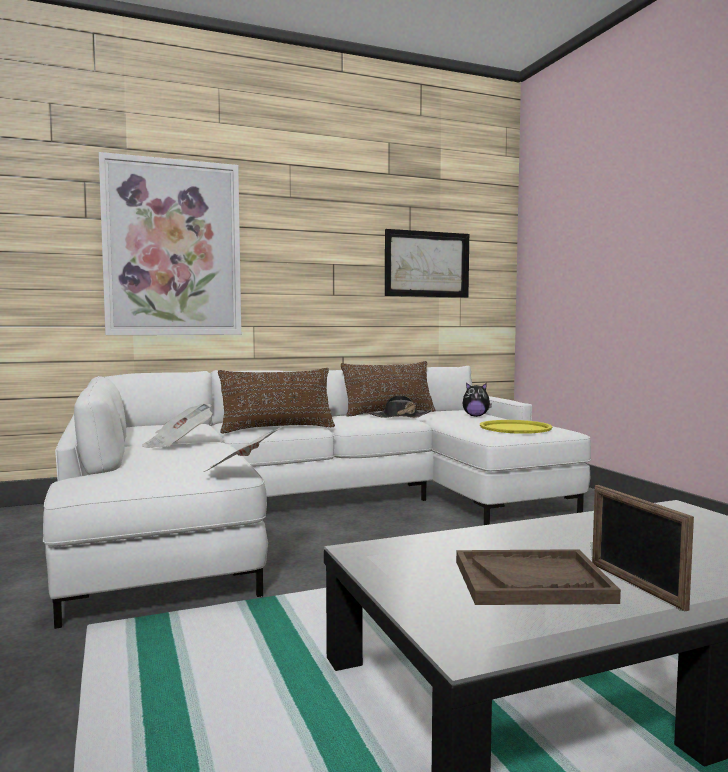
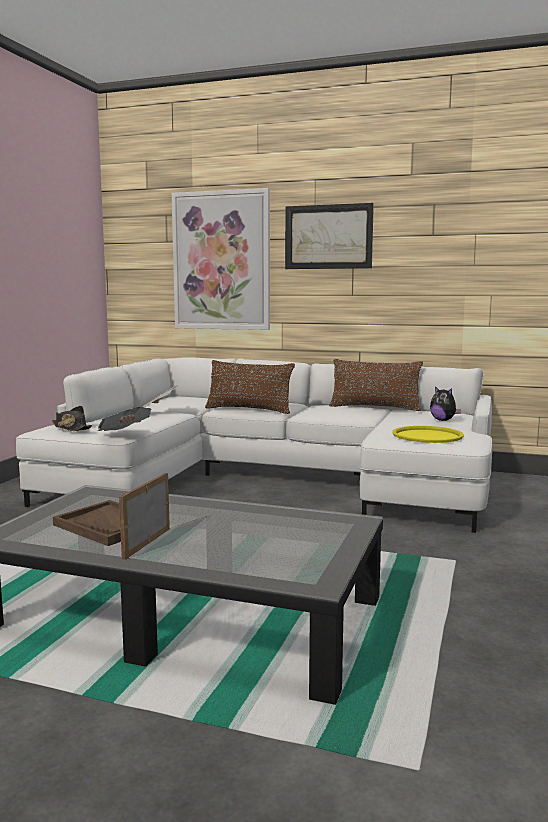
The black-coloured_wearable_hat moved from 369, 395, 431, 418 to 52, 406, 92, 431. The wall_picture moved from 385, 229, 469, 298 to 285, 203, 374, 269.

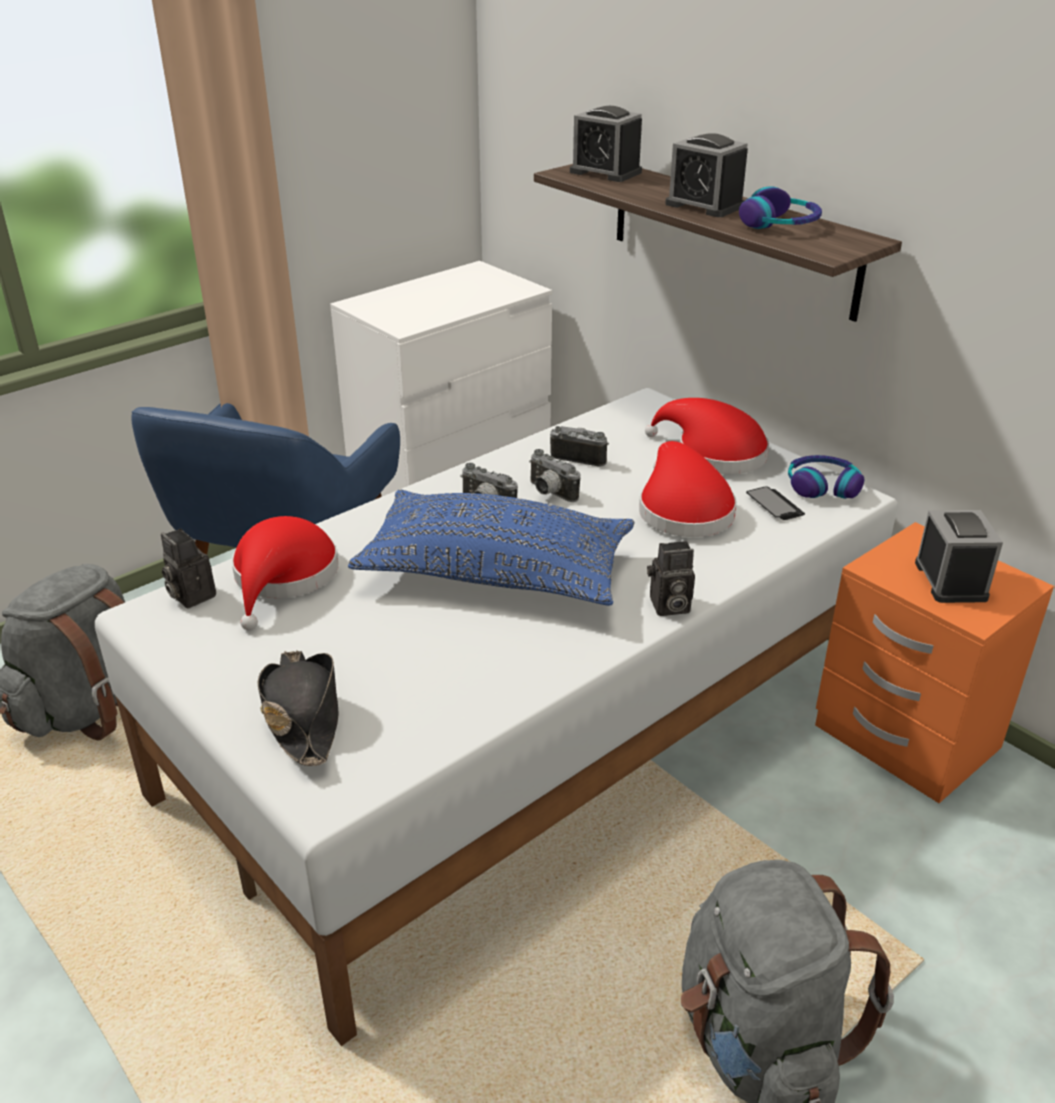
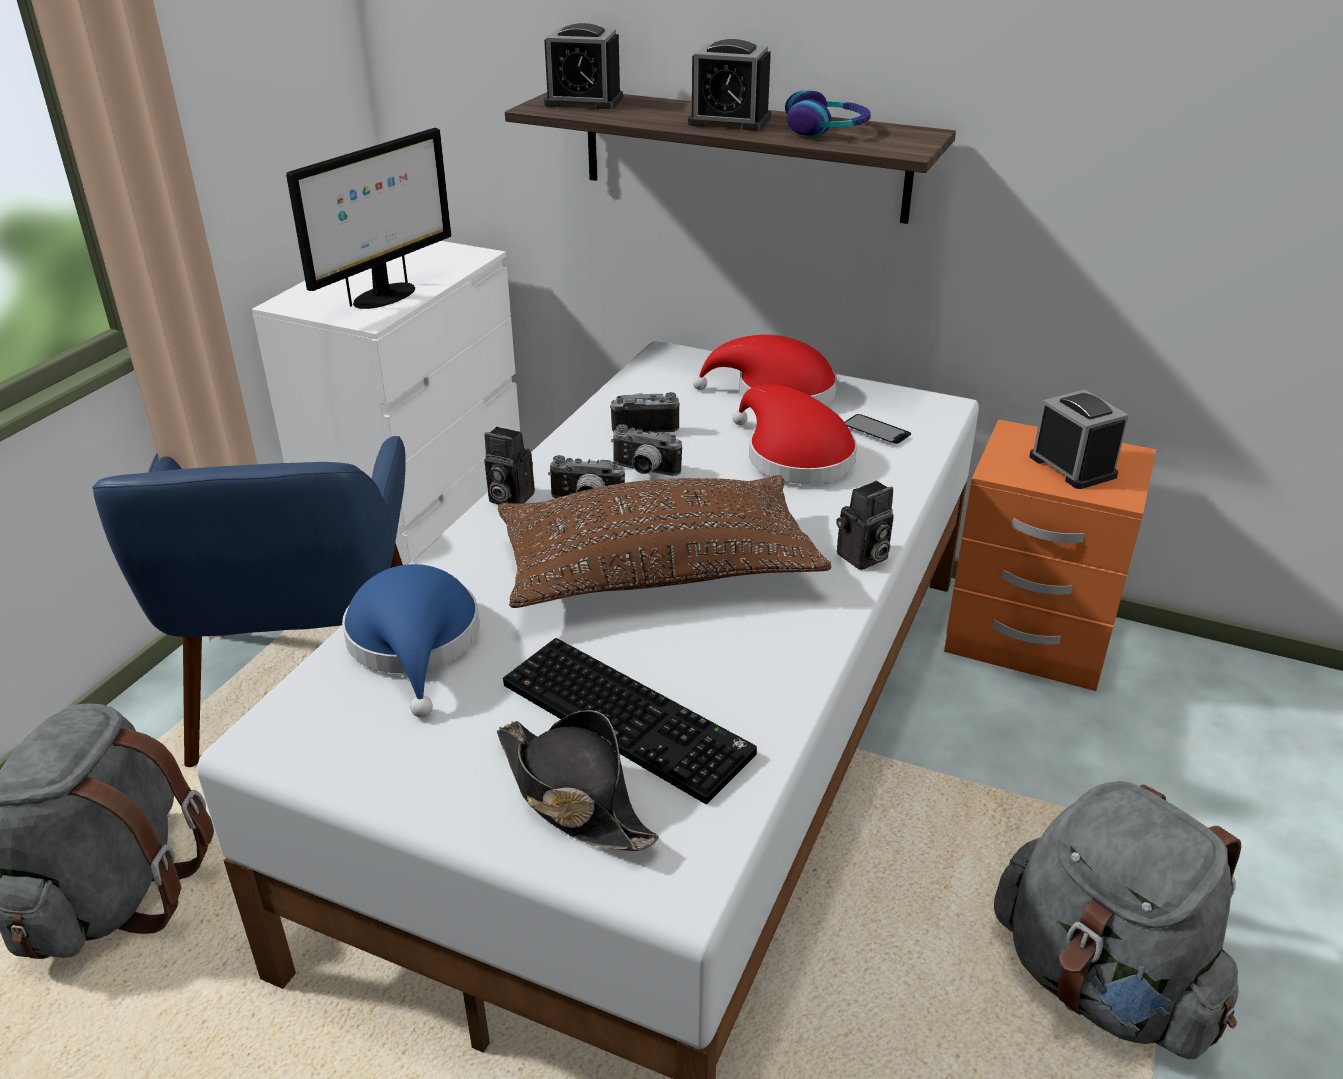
The pair_of_headphones at 788, 455, 864, 499 disappeared. The monitor at 286, 128, 451, 309 appeared. The keyboard at 503, 638, 757, 804 appeared. The still_camera moved from 161, 529, 216, 608 to 484, 427, 535, 505. The reddish_wearable_hat at 231, 516, 339, 630 became the blue_wearable_hat at 342, 564, 479, 718. The blue_throw_pillow at 348, 490, 635, 606 became the brownish_throw_pillow at 498, 475, 831, 608.

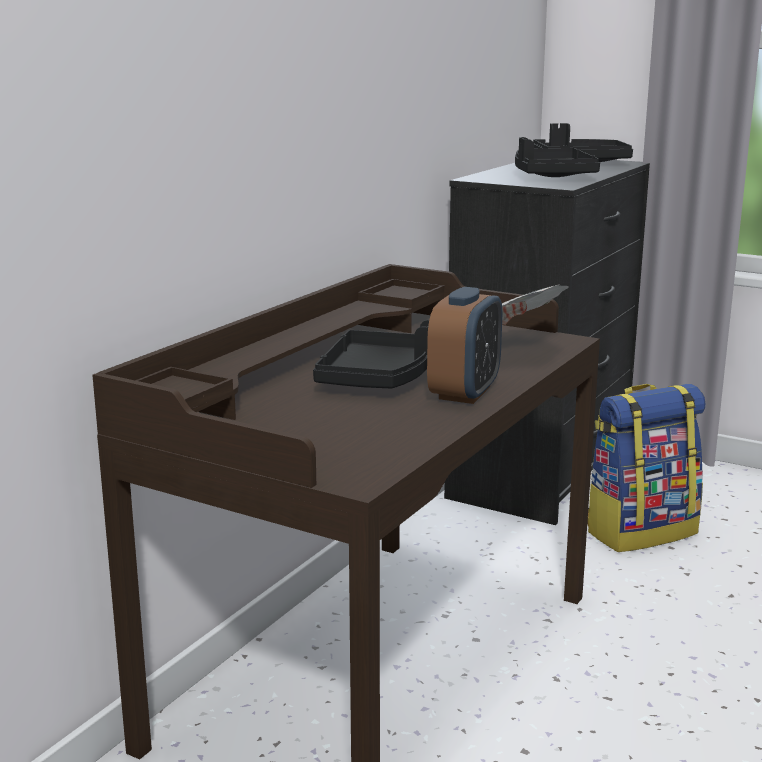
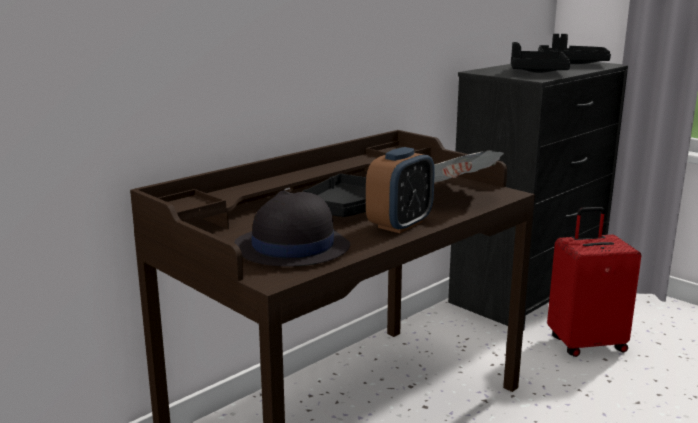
The black-coloured_wearable_hat at 235, 191, 350, 266 appeared. The rucksack at 587, 384, 706, 552 was replaced by the reddish_travel_case at 547, 207, 641, 357.

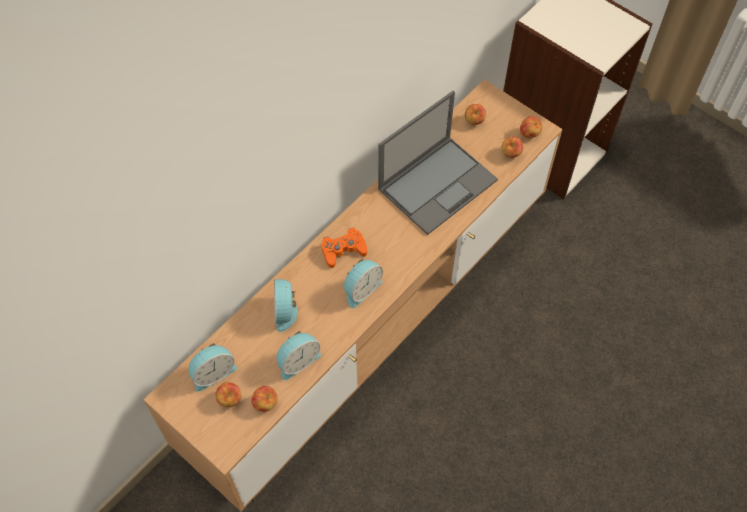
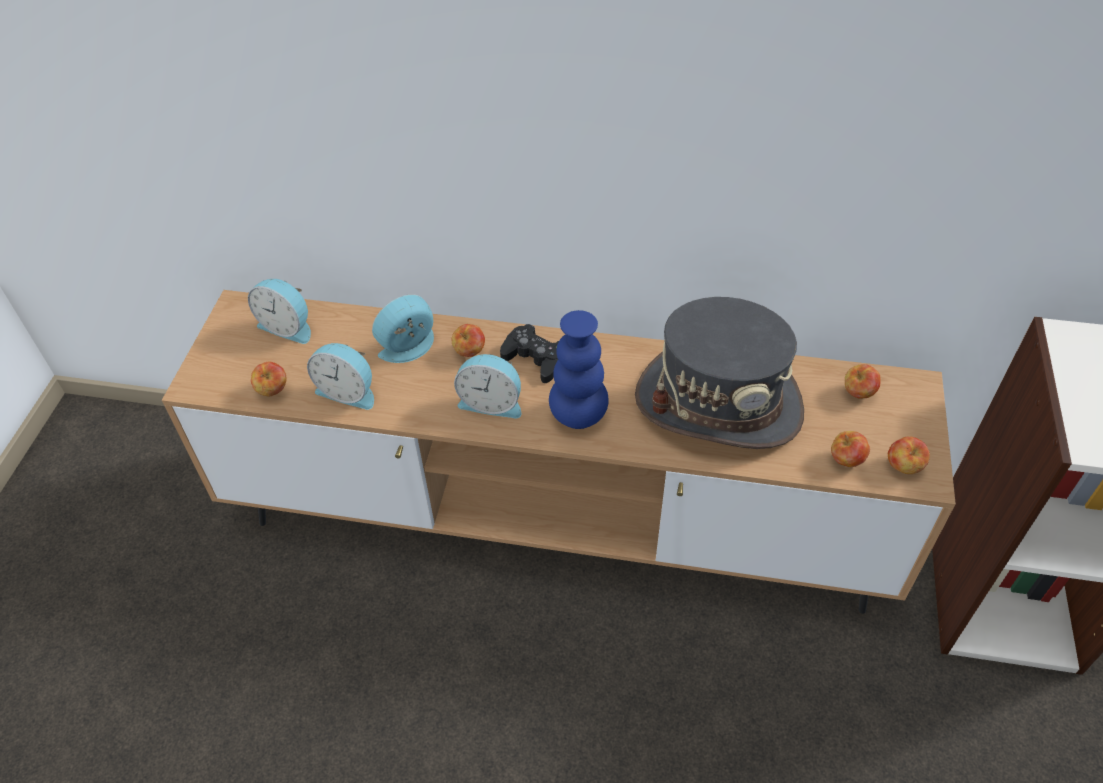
The blue_decorative_vase at 549, 310, 609, 429 appeared. The whole_apple moved from 216, 382, 241, 407 to 452, 324, 485, 357. The notebook_computer at 378, 91, 498, 235 was replaced by the grey_wearable_hat at 635, 297, 804, 449. The orangey_joypad at 322, 228, 367, 268 became the black-coloured_joypad at 500, 324, 559, 383.

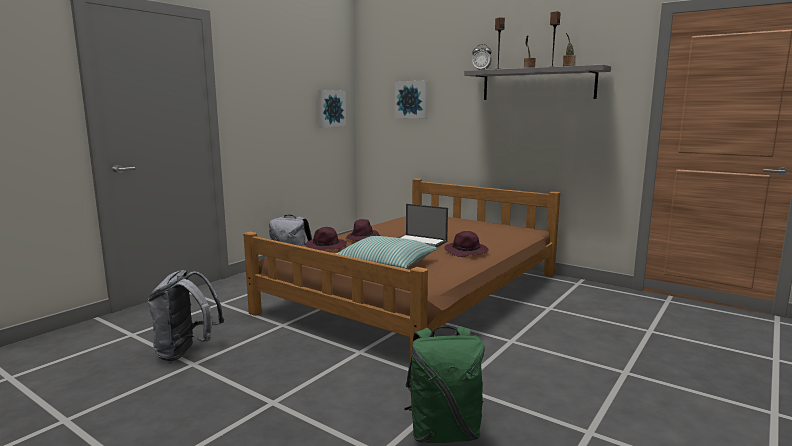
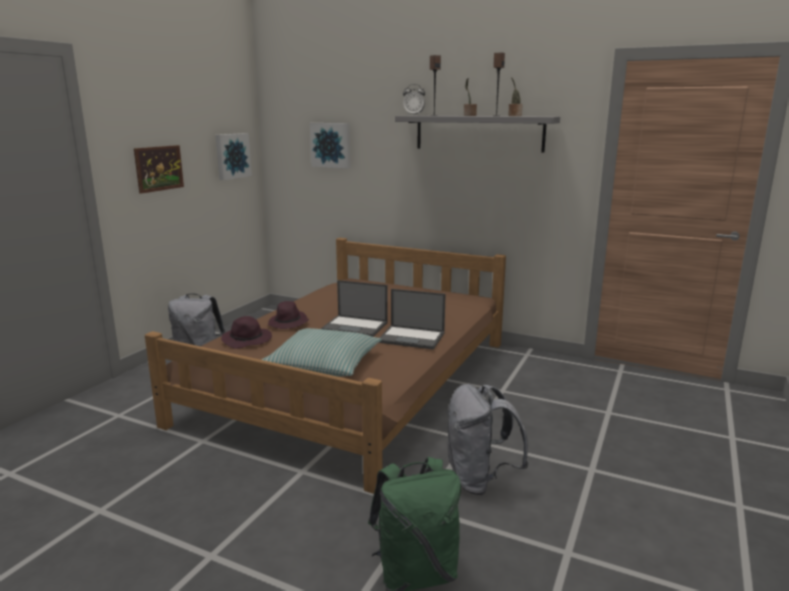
The wall_picture at 134, 145, 184, 194 appeared. The grey_rucksack moved from 148, 270, 224, 361 to 446, 384, 529, 495. The purplish_wearable_hat at 444, 231, 488, 257 was replaced by the notebook_computer at 379, 289, 446, 350.

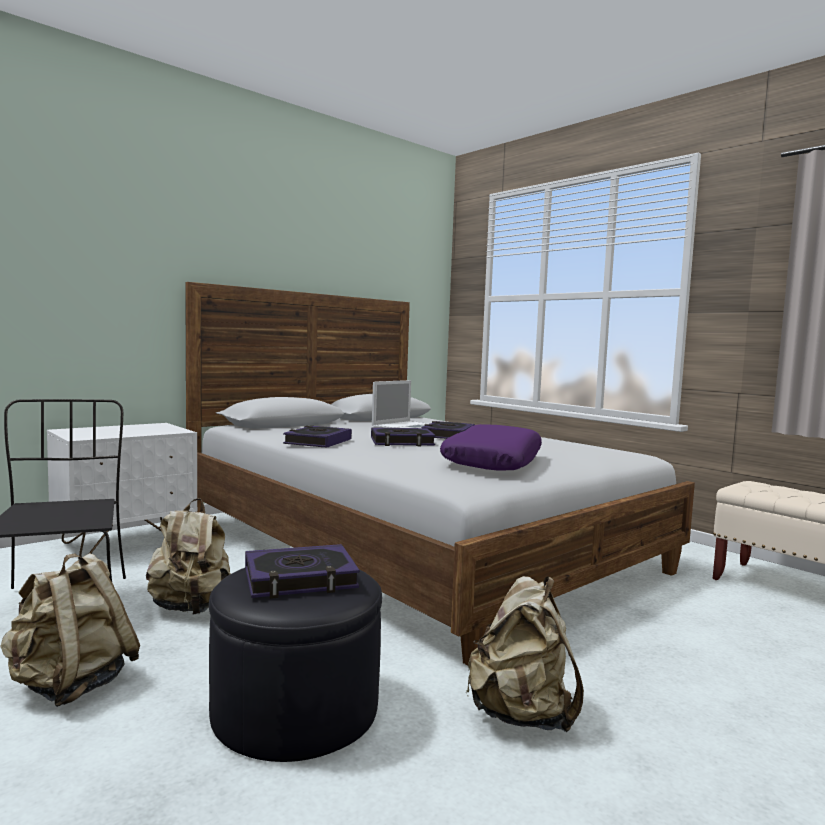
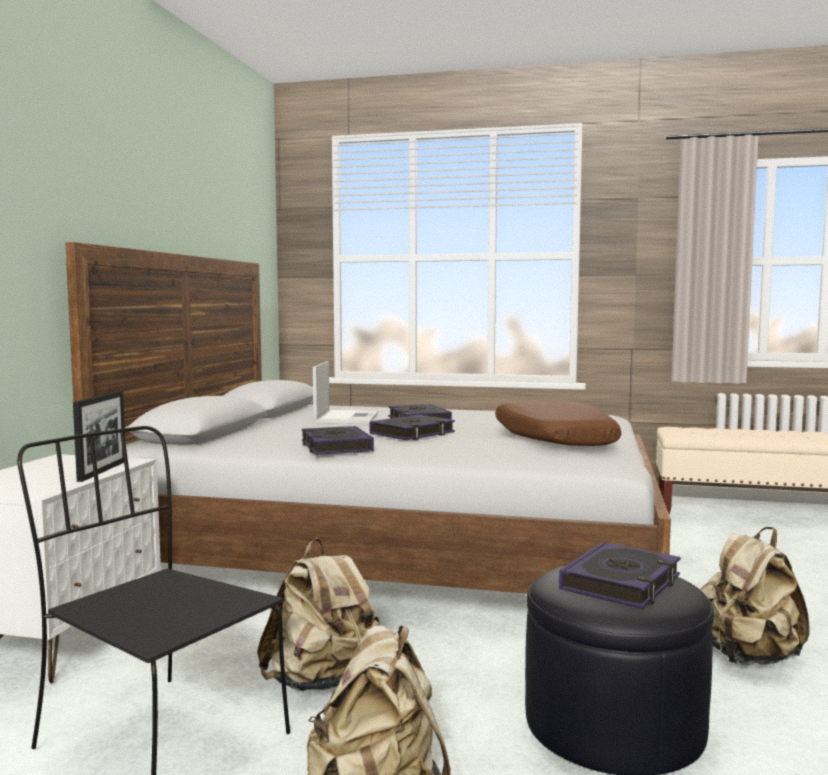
The standing_frame at 73, 391, 125, 482 appeared. The purplish_throw_pillow at 440, 424, 542, 471 became the brownish_throw_pillow at 495, 401, 621, 446.

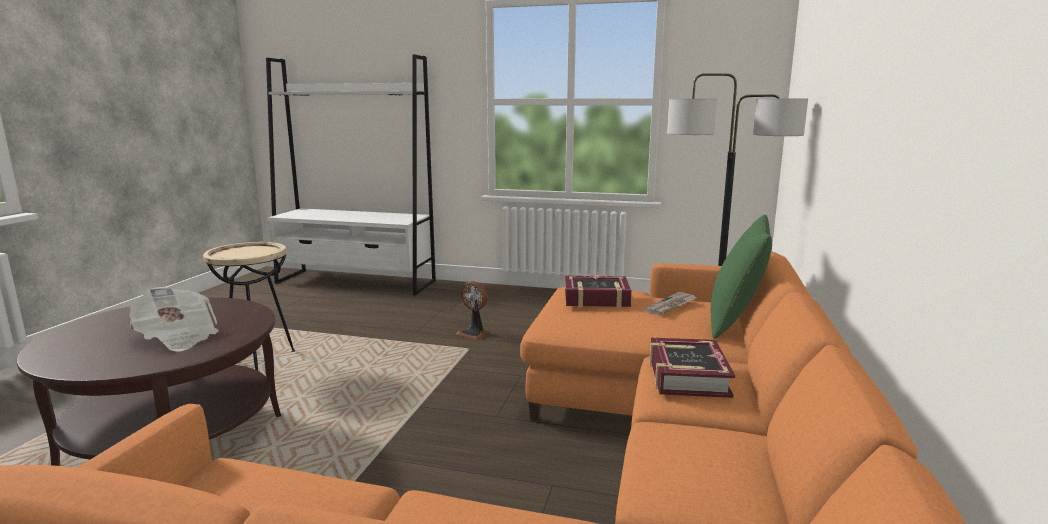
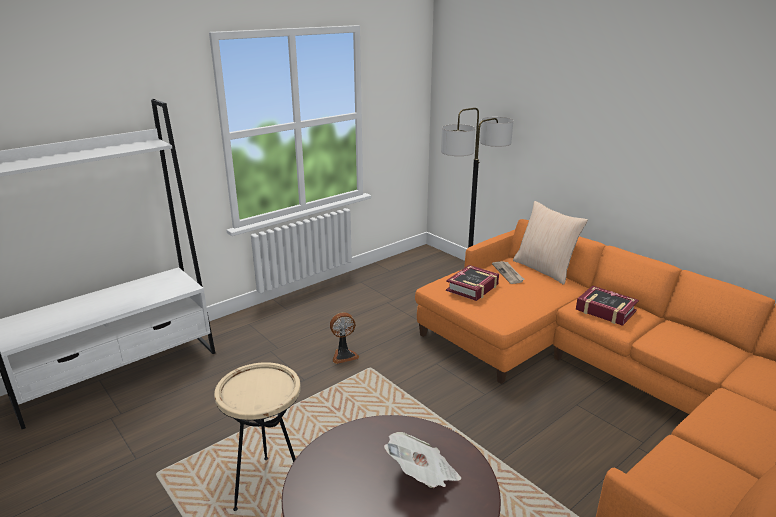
The green_throw_pillow at 711, 215, 772, 339 became the beige-coloured_throw_pillow at 513, 201, 588, 285.

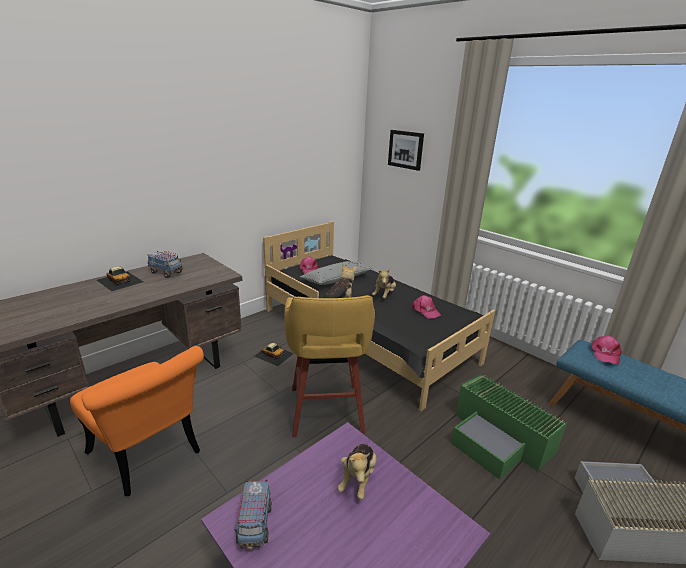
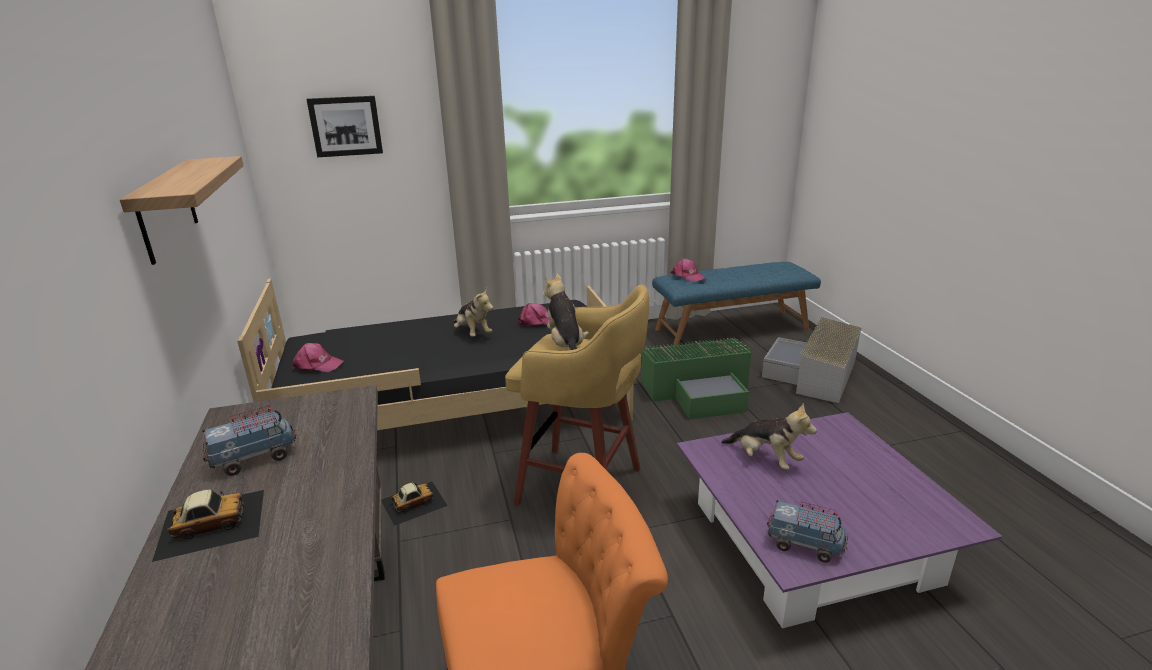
The grey_throw_pillow at 300, 261, 373, 285 disappeared. The shelf at 120, 156, 244, 265 appeared.

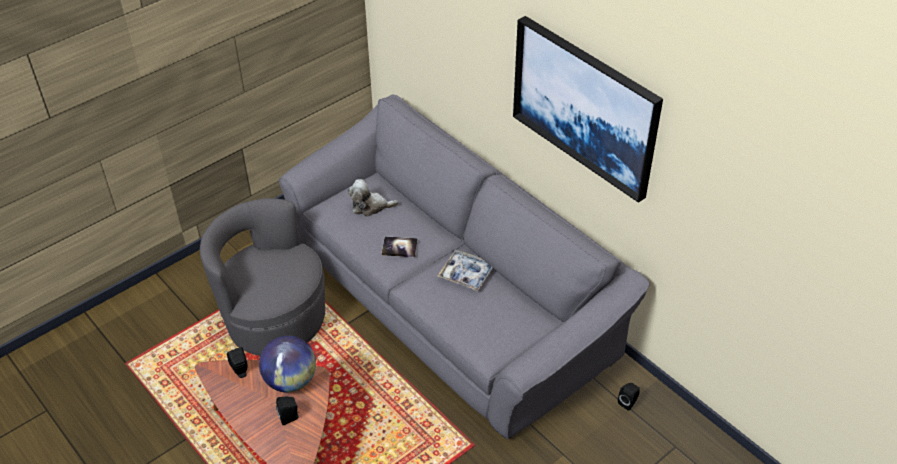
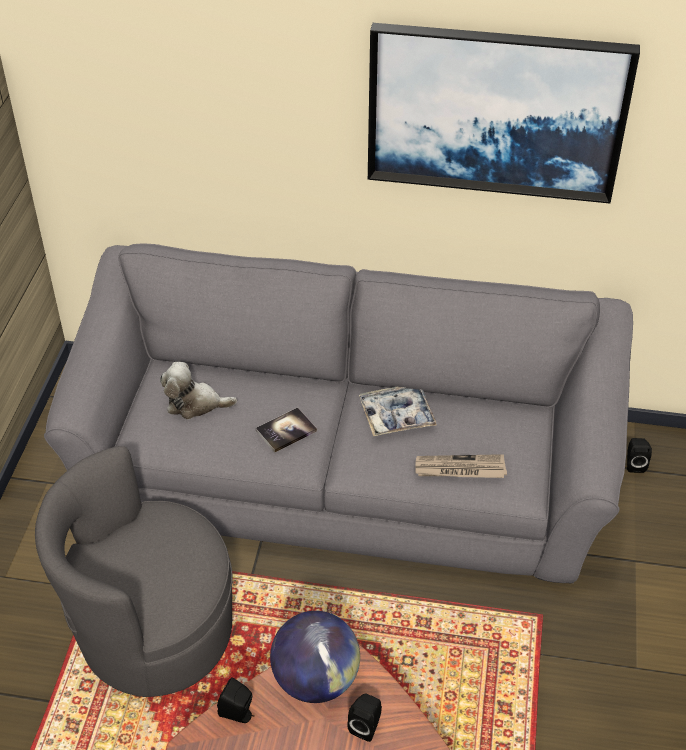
The printed_paper at 415, 454, 507, 478 appeared. The cuddly_toy at 348, 179, 399, 217 turned 45 degrees clockwise.

